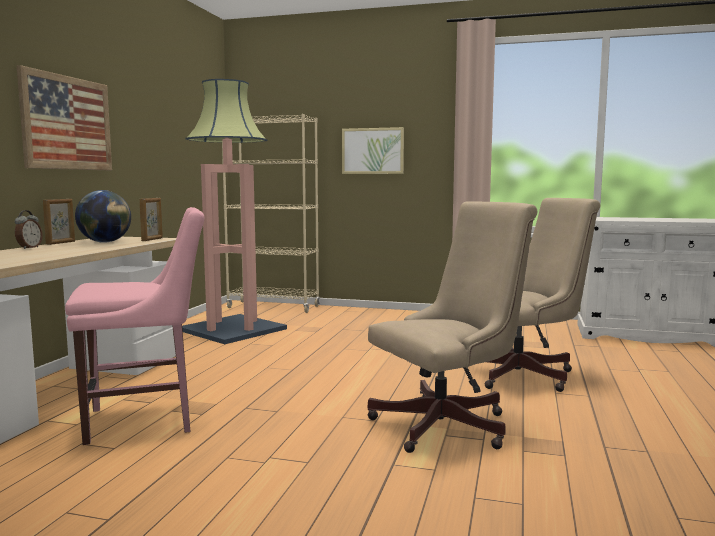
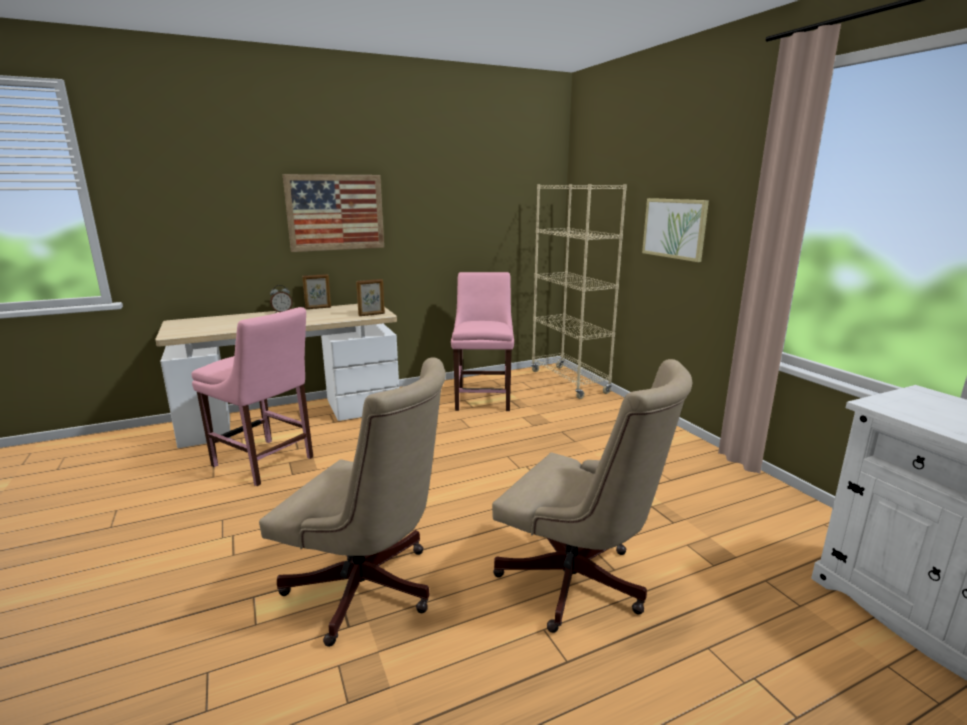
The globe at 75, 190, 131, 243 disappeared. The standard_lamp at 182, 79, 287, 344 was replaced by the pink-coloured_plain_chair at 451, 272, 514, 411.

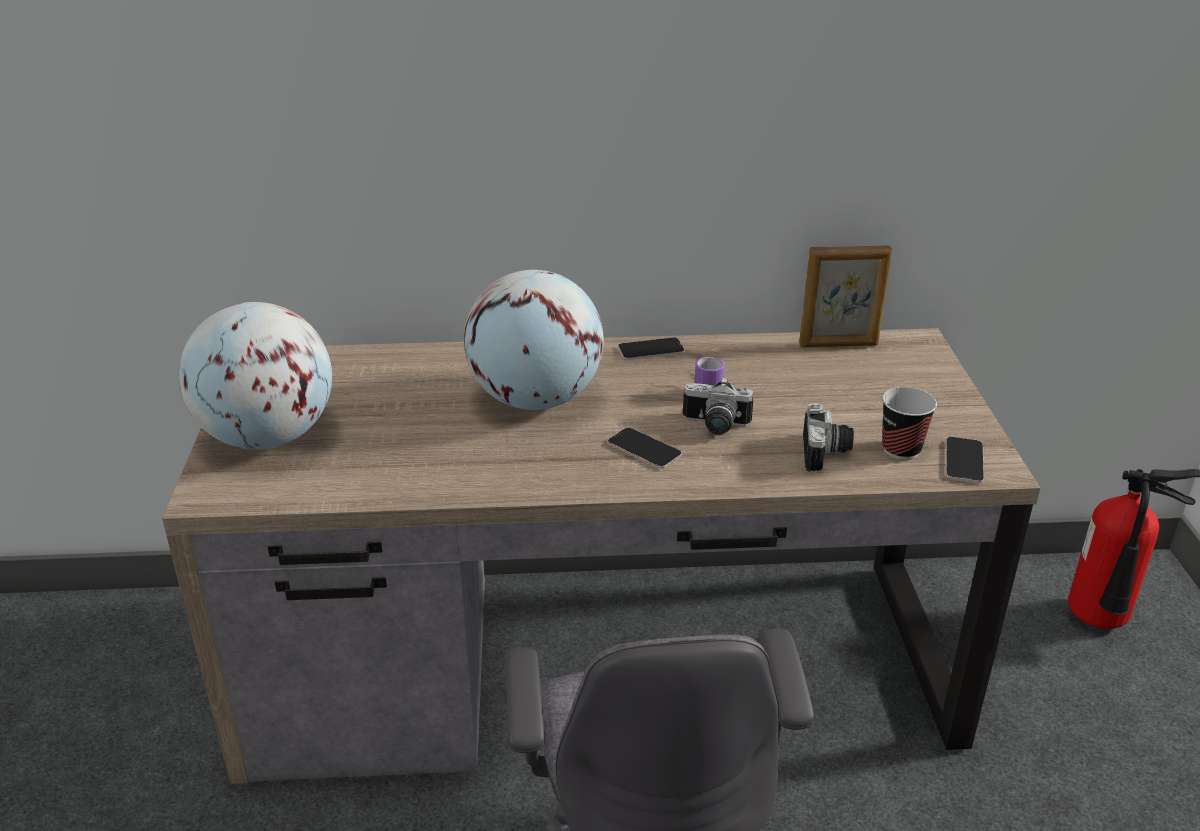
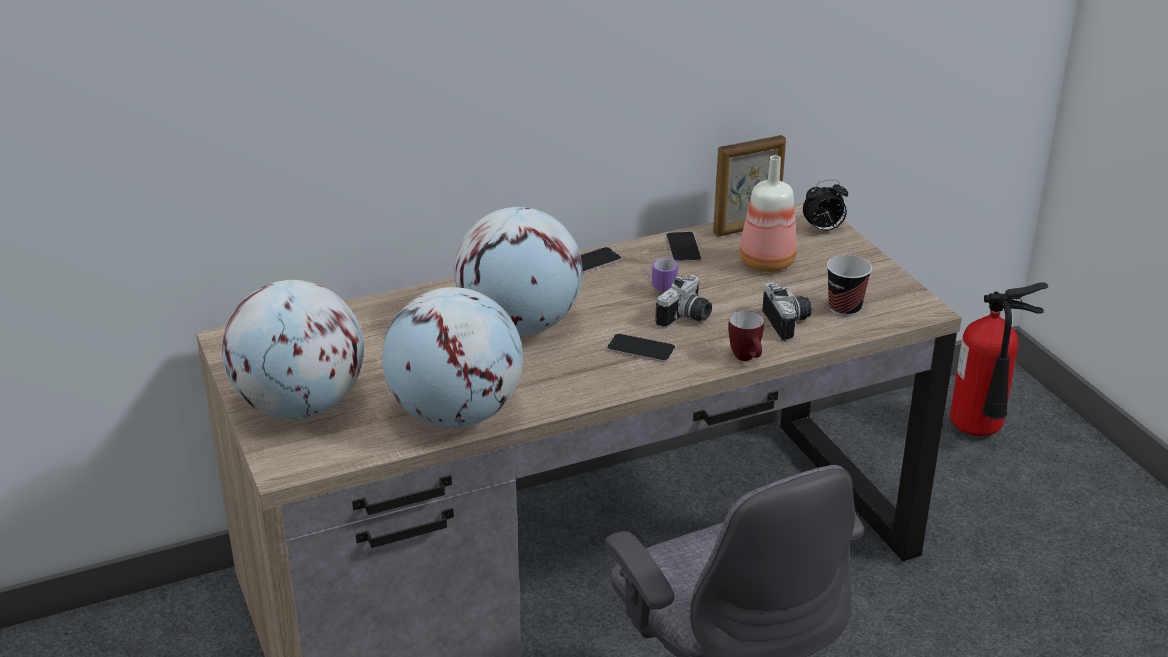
The globe at 382, 287, 523, 428 appeared. The mug at 728, 311, 764, 361 appeared. The bottle at 739, 155, 797, 272 appeared. The alarm_clock at 803, 179, 848, 232 appeared. The telephone moved from 946, 437, 984, 483 to 666, 232, 702, 263. The still_camera at 683, 377, 753, 435 turned 45 degrees counterclockwise.

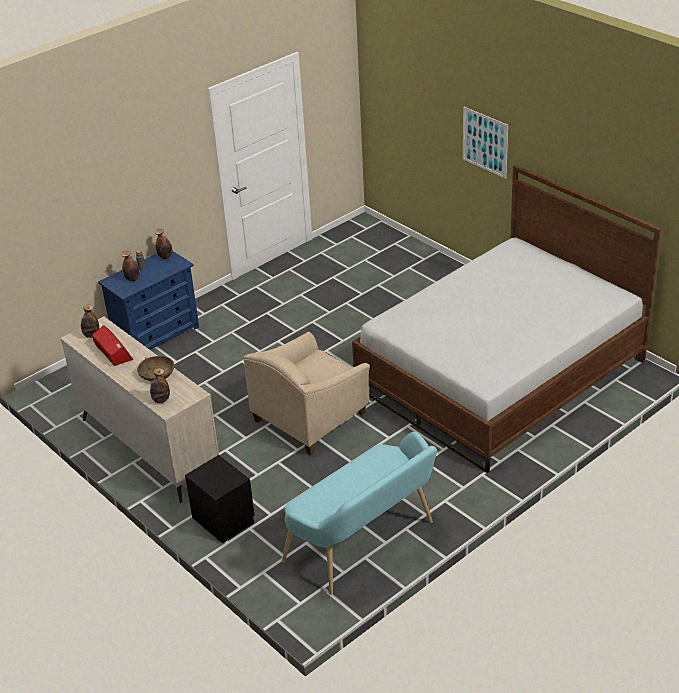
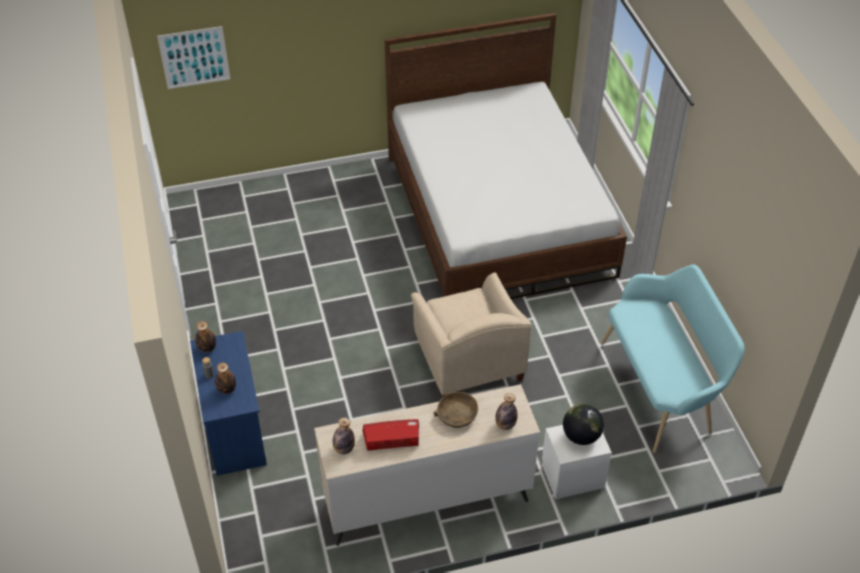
The globe at 563, 404, 604, 445 appeared. The wall_picture moved from 463, 107, 508, 179 to 157, 26, 230, 89. The black-coloured_night_table at 185, 455, 255, 544 became the whitish_night_table at 542, 425, 612, 499.

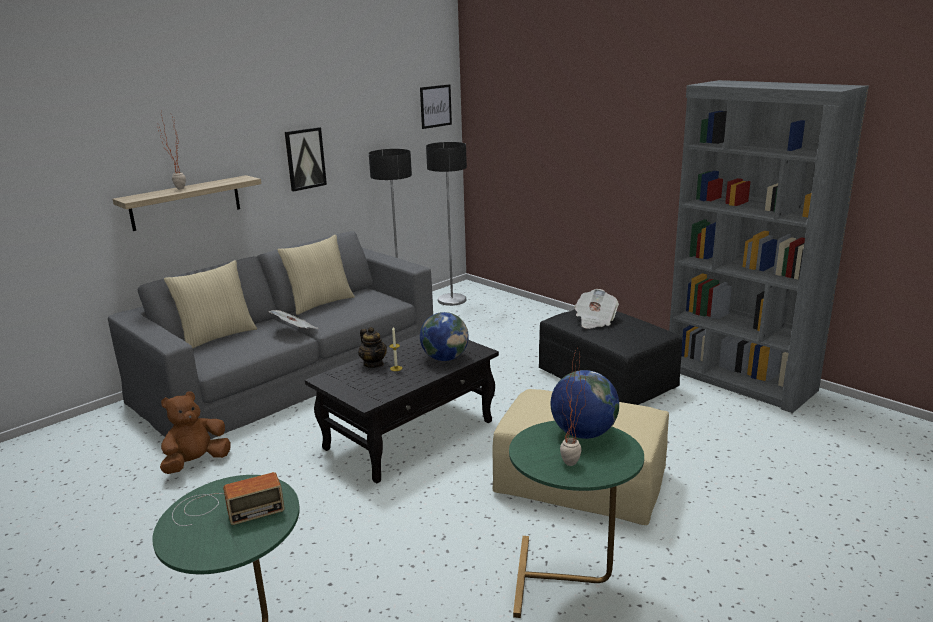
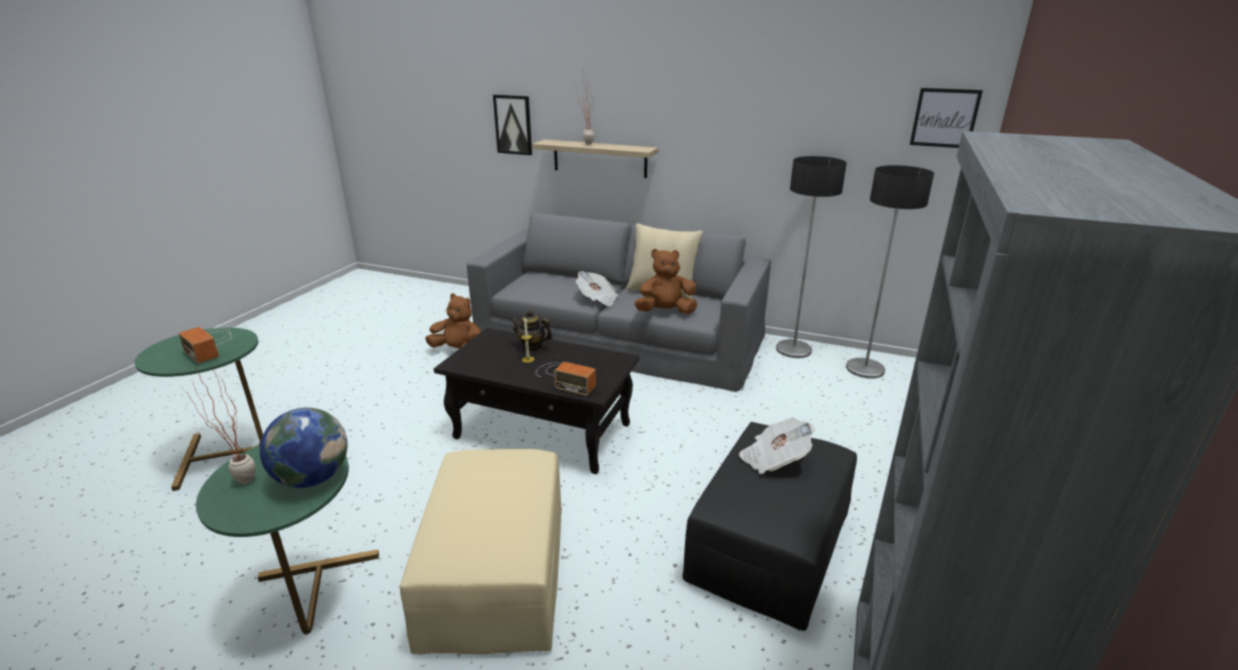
The beige-coloured_throw_pillow at 164, 260, 257, 348 disappeared. The brownish_cuddly_toy at 634, 249, 697, 314 appeared. The wall_picture moved from 285, 127, 327, 192 to 493, 95, 532, 155. The globe at 420, 312, 469, 361 was replaced by the radio_receiver at 536, 362, 596, 396. The teapot at 358, 327, 387, 368 turned 75 degrees clockwise.

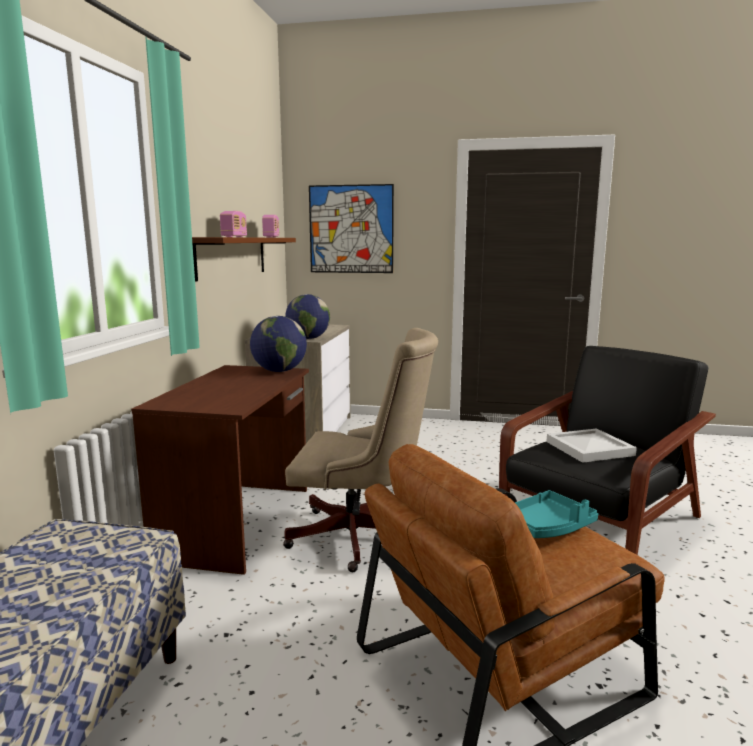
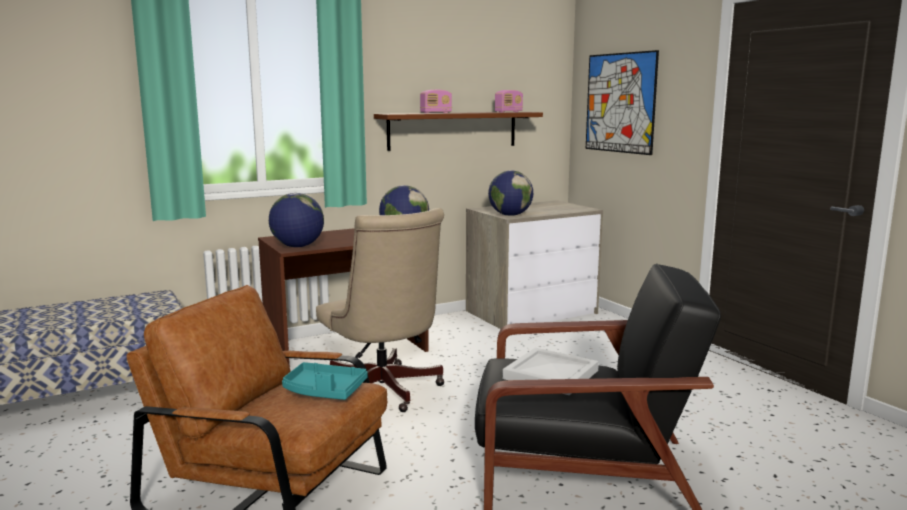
The globe at 269, 193, 324, 247 appeared.

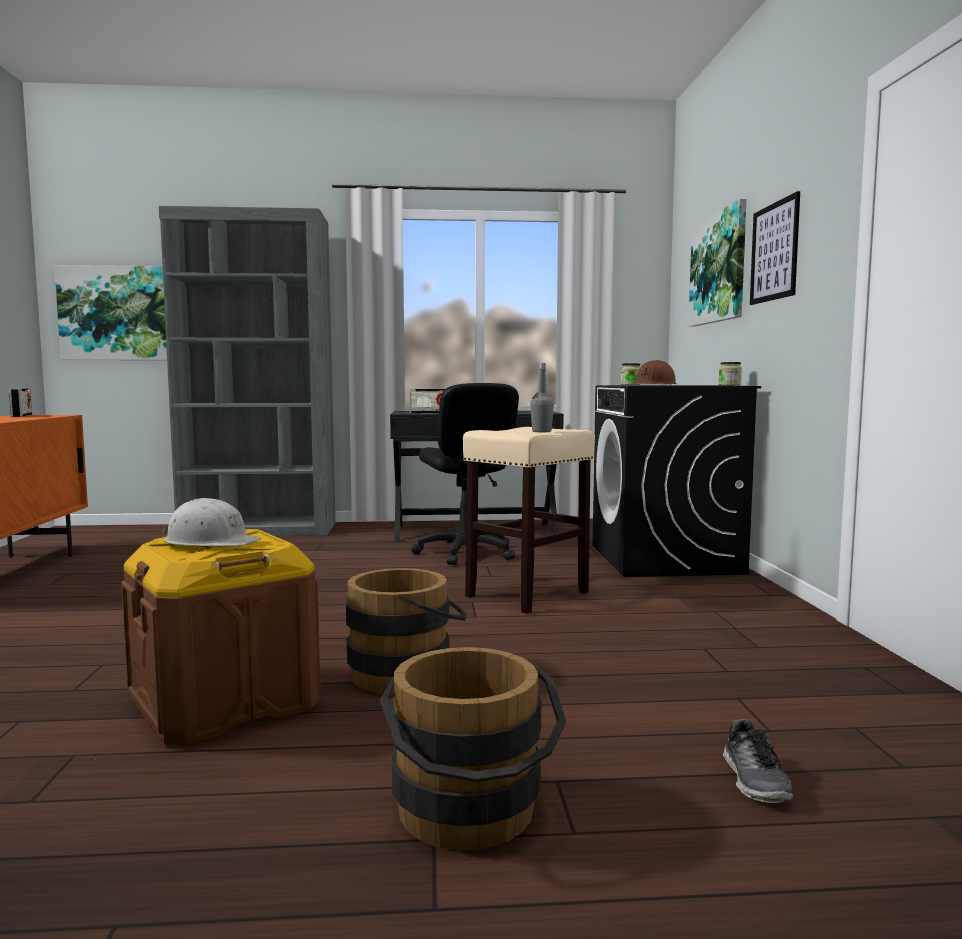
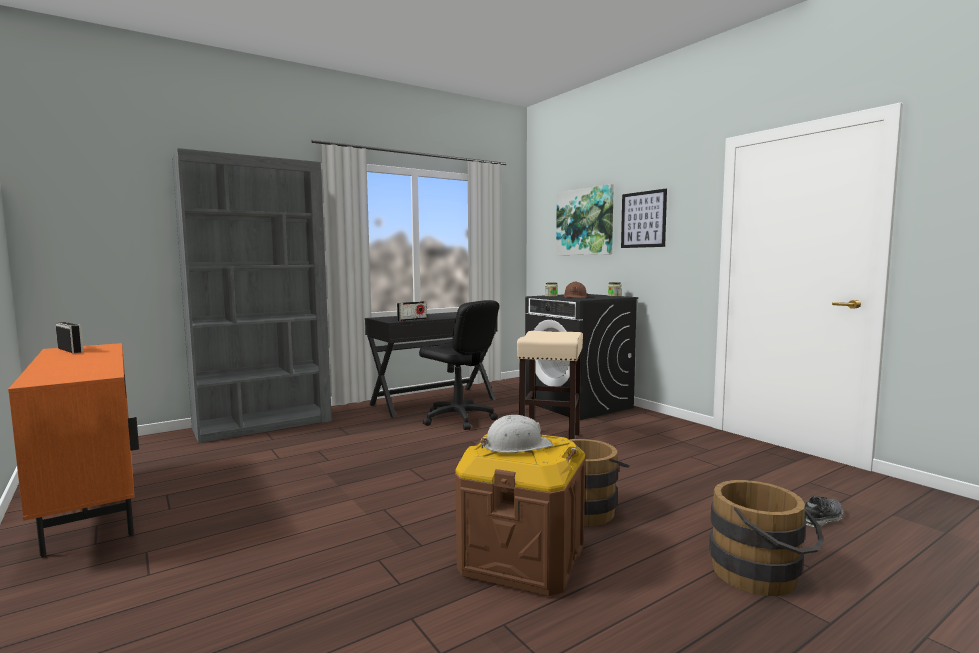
The wall_picture at 54, 265, 167, 360 disappeared. The grey_bottle at 530, 363, 554, 432 disappeared. The low_shoe at 723, 719, 793, 803 turned 90 degrees counterclockwise.

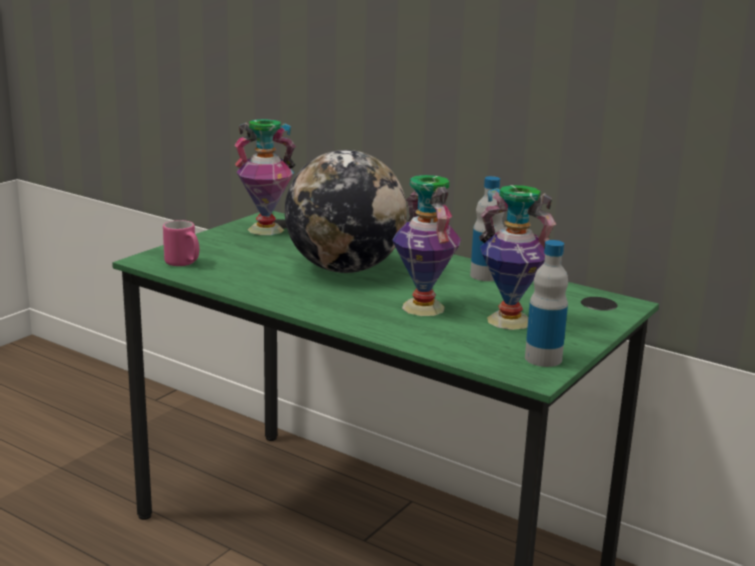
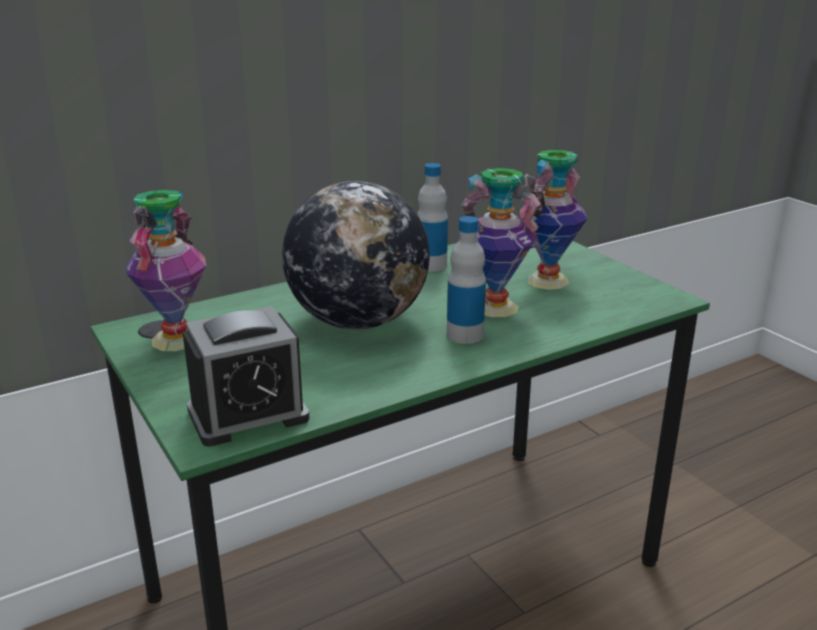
The bottle moved from 525, 240, 568, 367 to 447, 216, 486, 344. The pink-coloured_mug at 163, 220, 199, 266 was replaced by the alarm_clock at 182, 306, 309, 447.

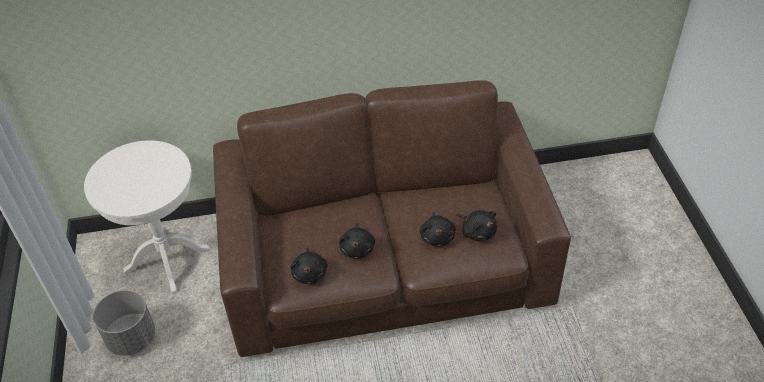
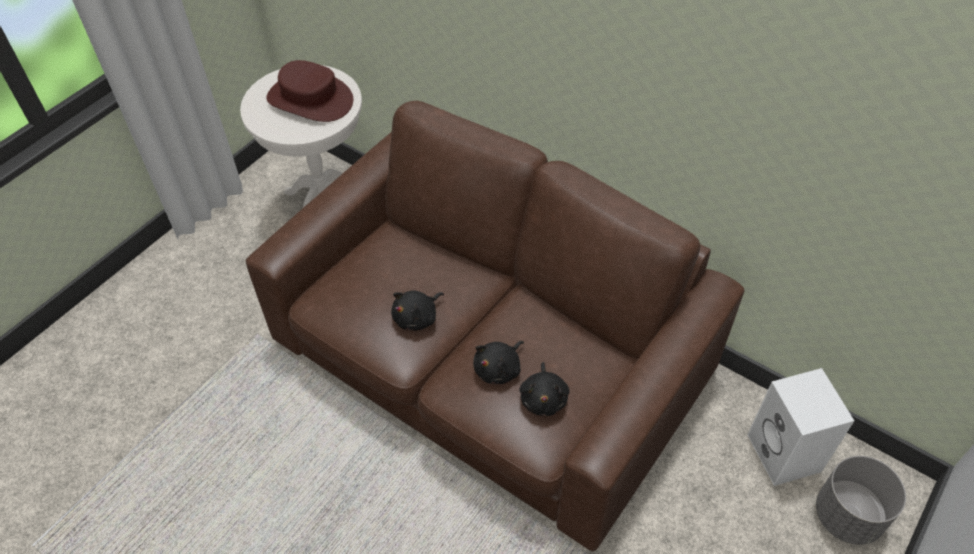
The black-coloured_cuddly_toy at 290, 247, 328, 284 disappeared. The brownish_wearable_hat at 266, 60, 353, 122 appeared. The whitish_loudspeaker at 747, 368, 854, 486 appeared. The grey_plant_pot moved from 93, 290, 155, 356 to 816, 456, 906, 545.

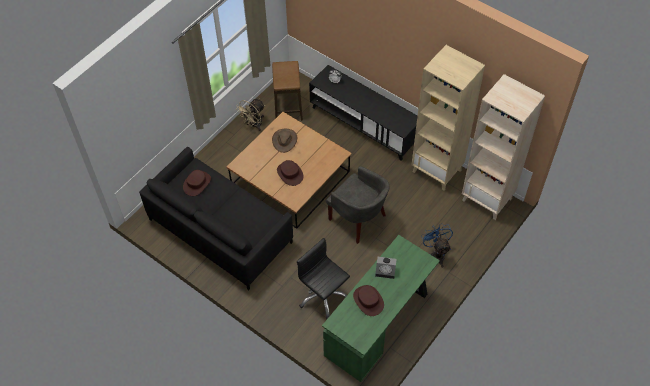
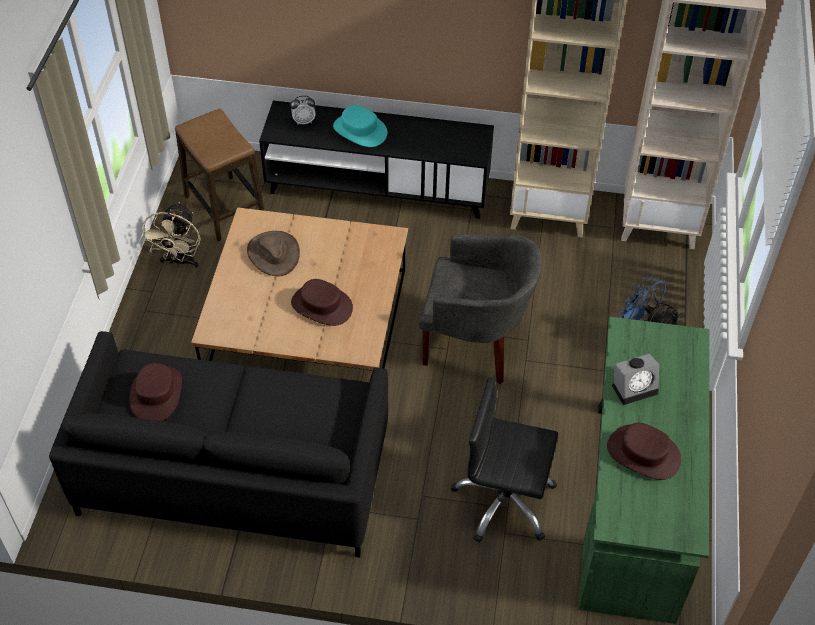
The blue-green_wearable_hat at 333, 105, 387, 147 appeared.

